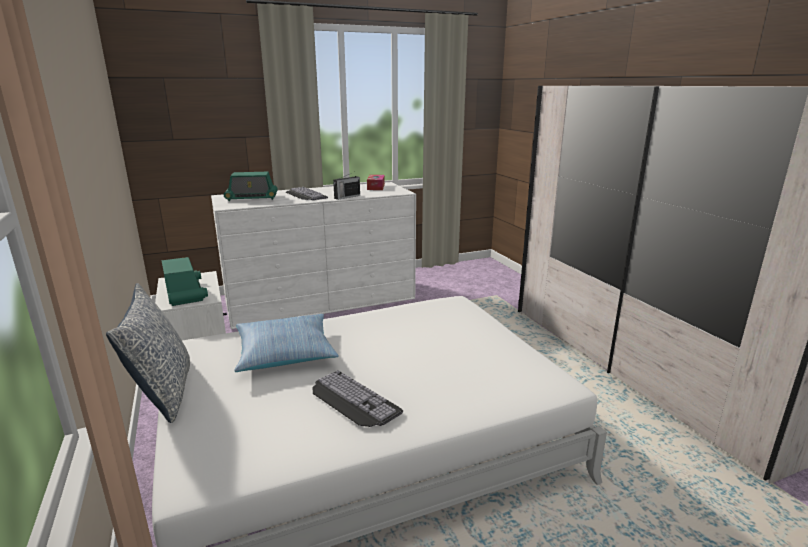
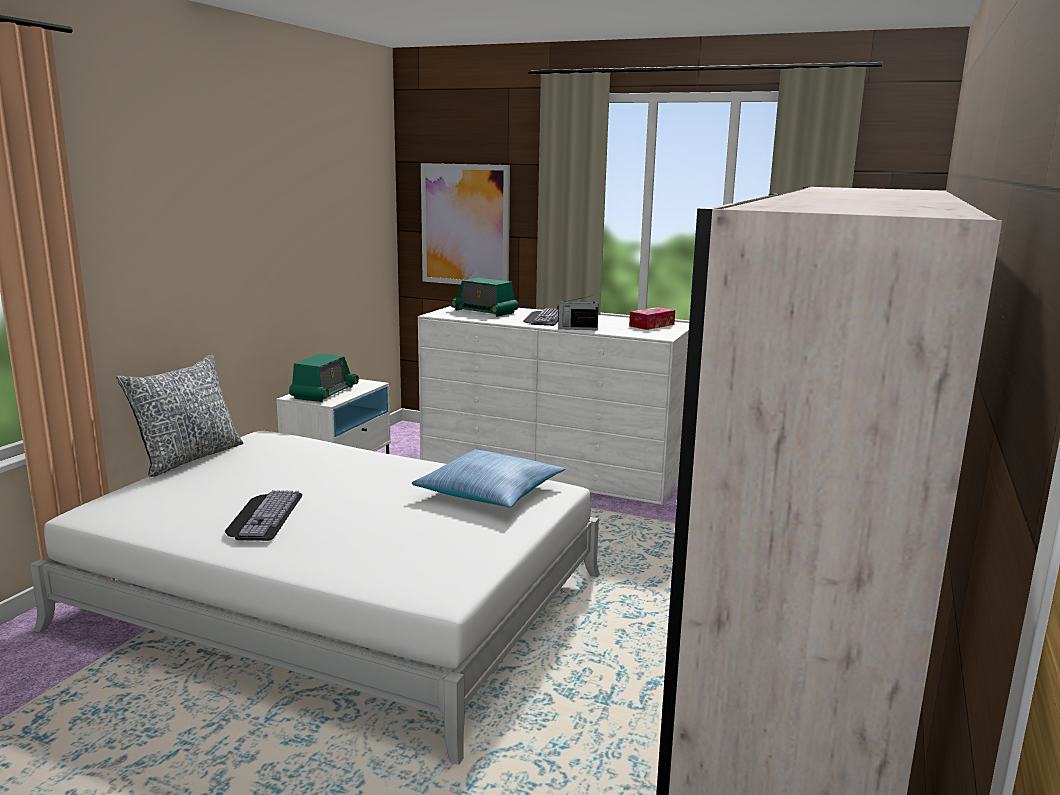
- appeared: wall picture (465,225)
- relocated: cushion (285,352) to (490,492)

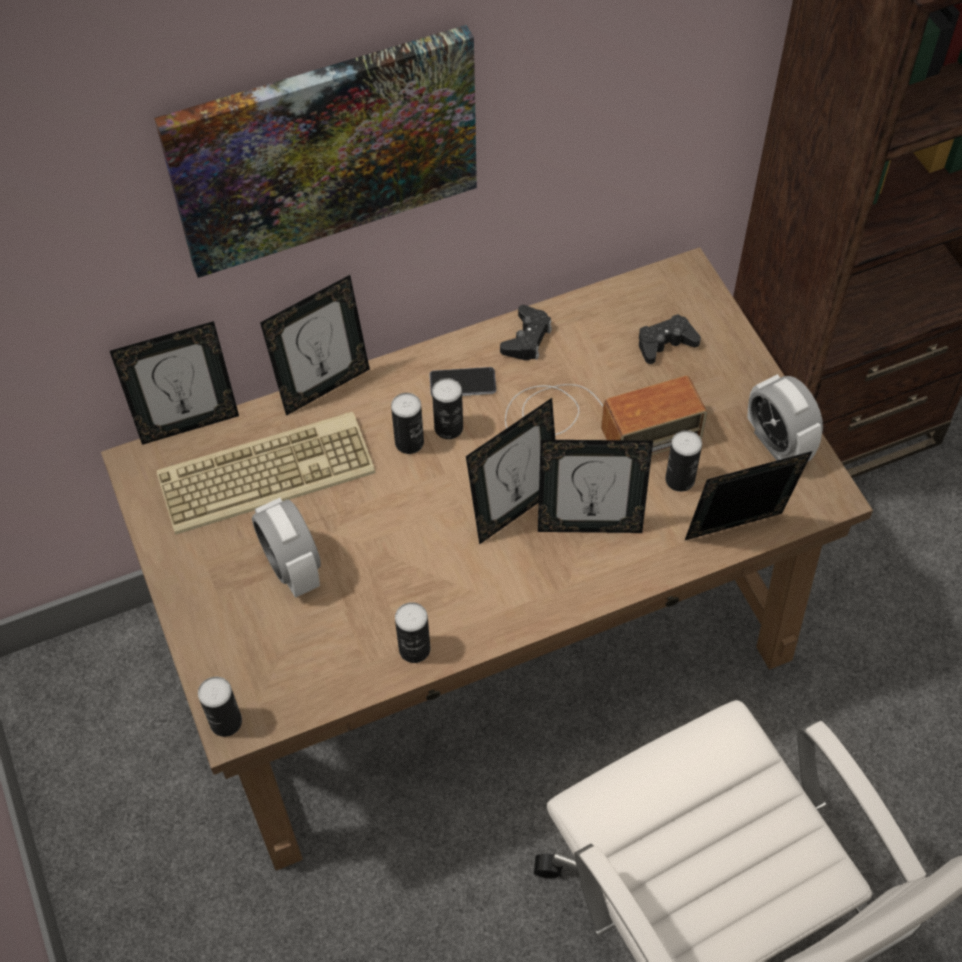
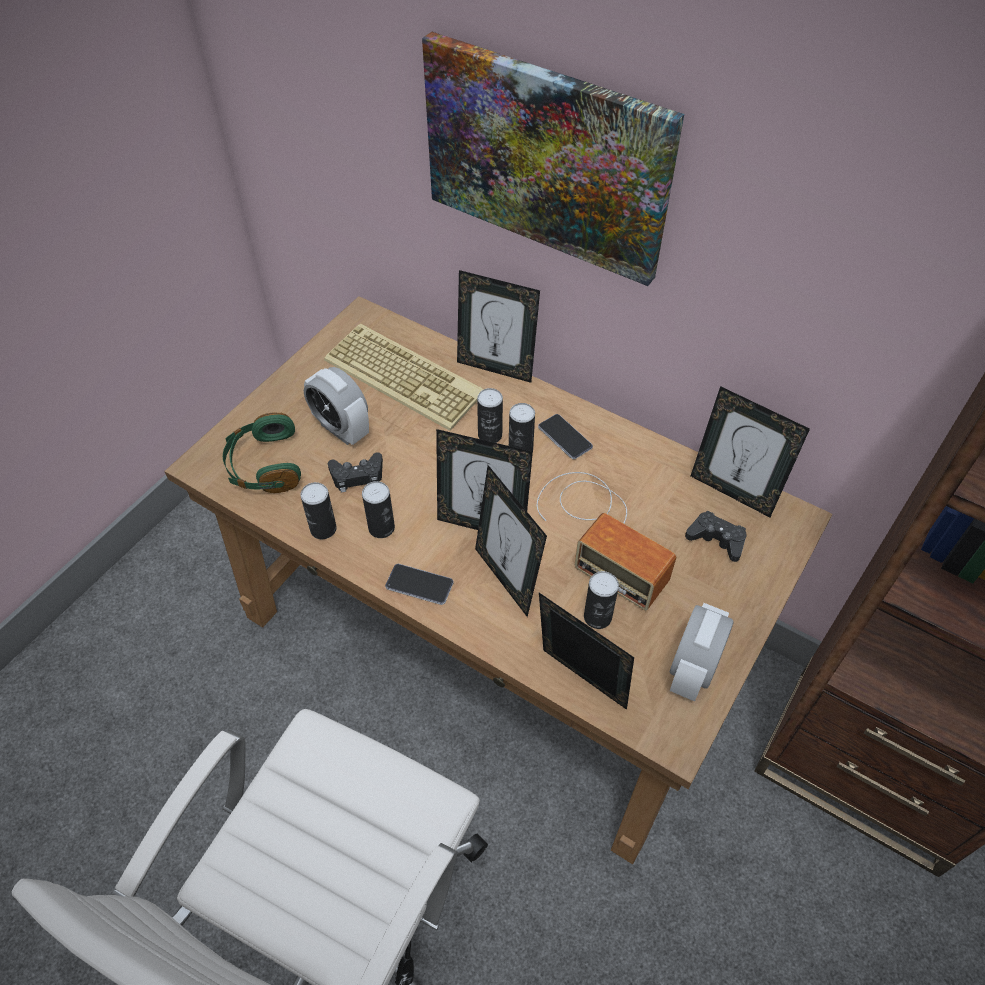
- appeared: green-coloured pair of headphones (264,465)
- appeared: telephone (419,585)
- relocated: standing frame (188,423) to (733,491)
- relocated: metal can (226,722) to (381,528)
- relocated: blackish game controller (527,338) to (357,476)
- spun: alarm clock (292,568) = (341,429) 75 degrees counterclockwise

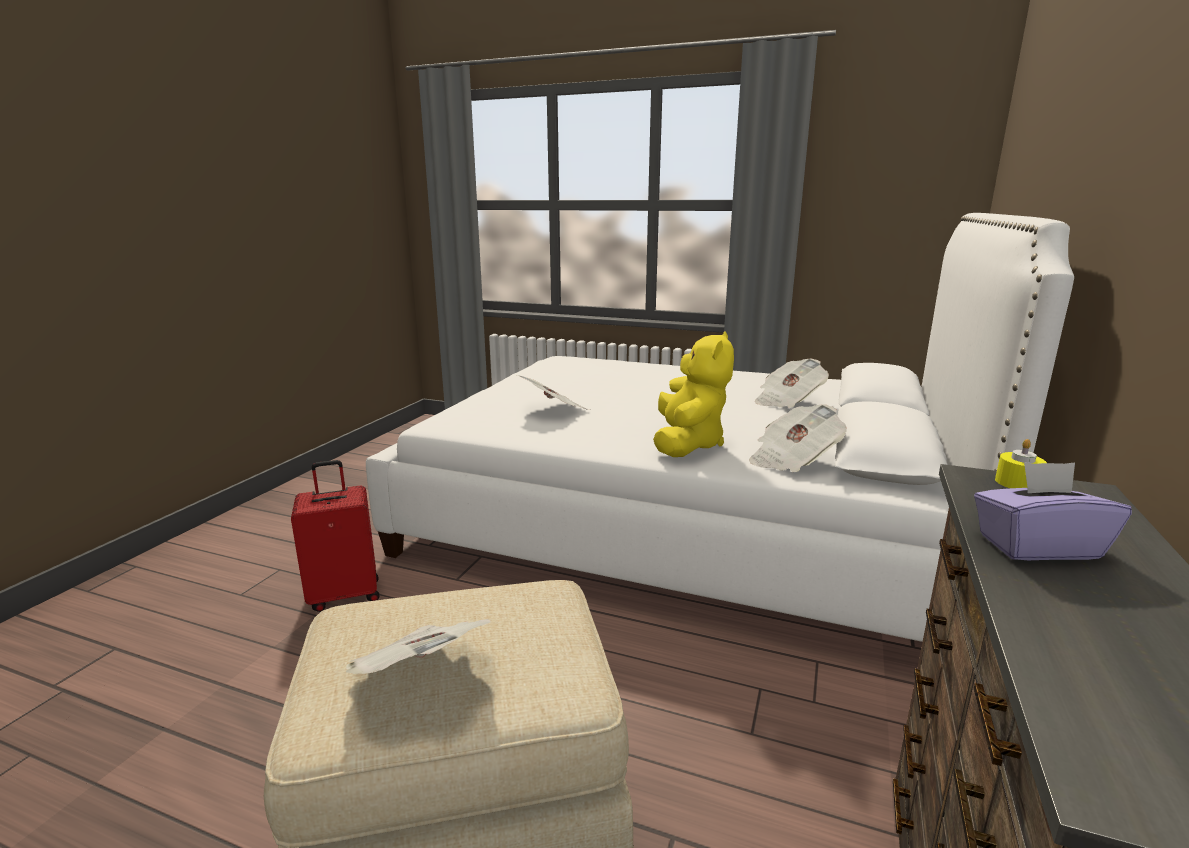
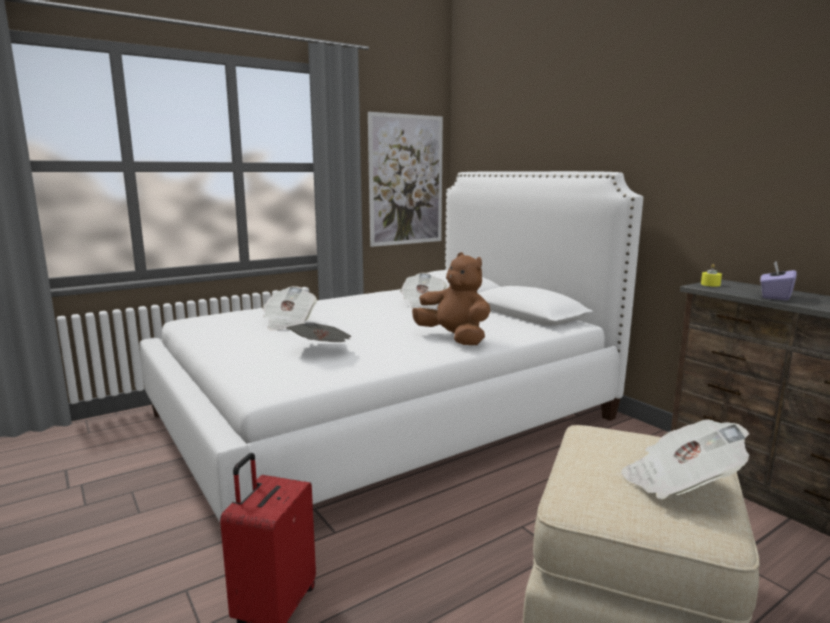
- appeared: wall picture (406,180)
- relocated: newspaper (792,460) to (288,323)
- colour: yellow-coloured soft toy (687,444) to brown soft toy (454,338)

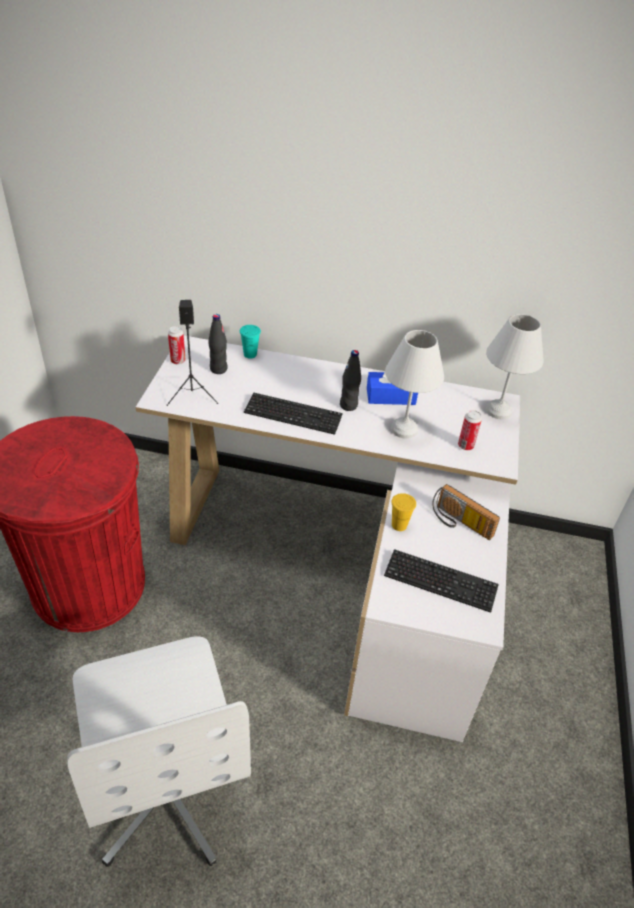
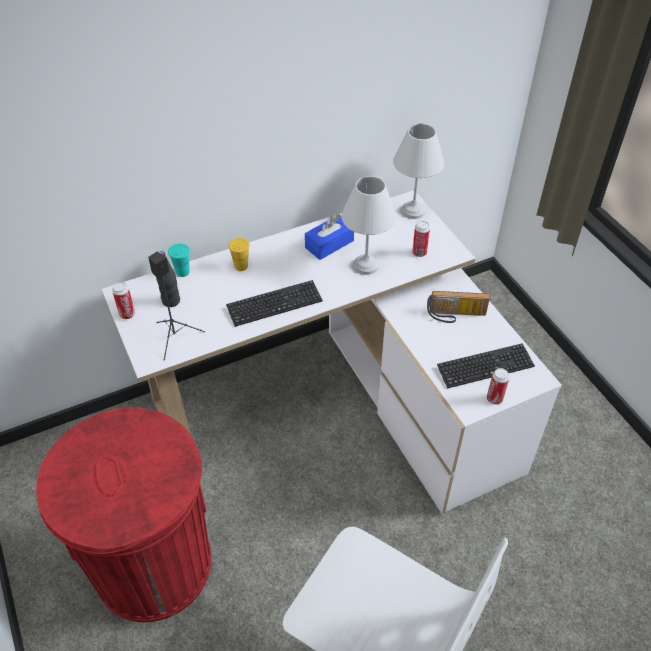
- missing: blackish bottle (348,405)
- appeared: metal can (494,399)
- relocated: yellow-coloured cup (399,525) to (241,266)

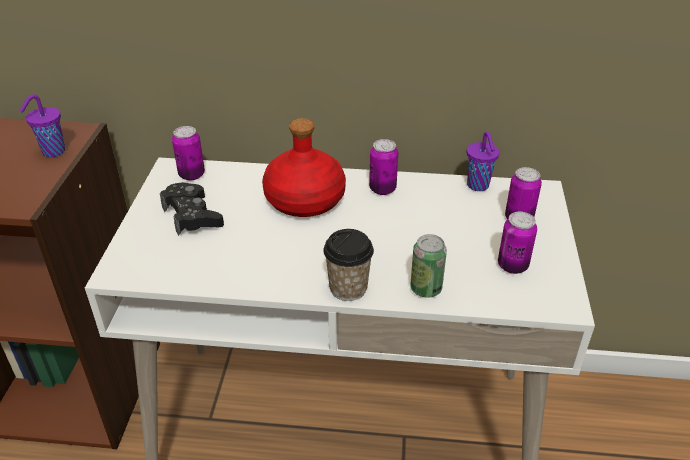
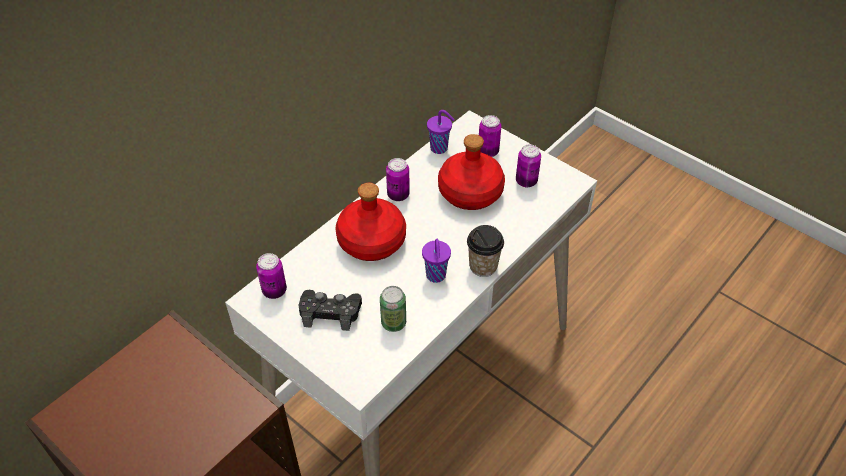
- appeared: red bottle (471,193)
- relocated: purple-coloured cup (52,152) to (436,276)
- relocated: metal can (426,288) to (393,323)

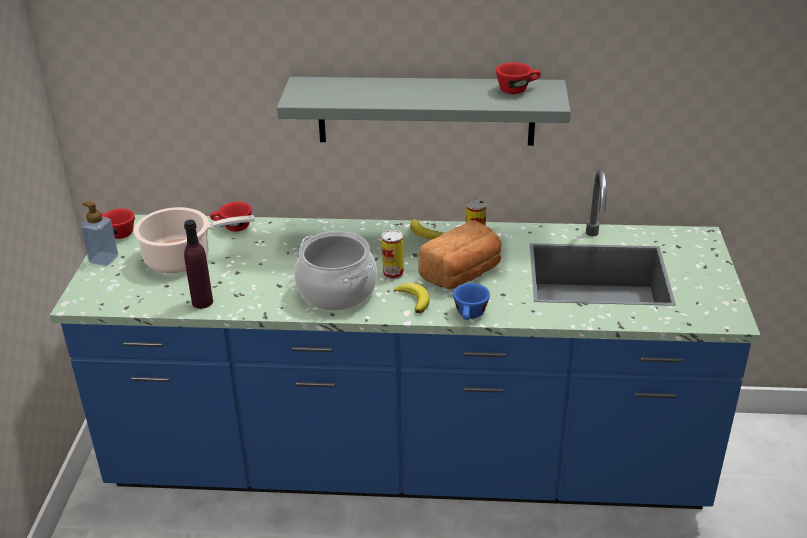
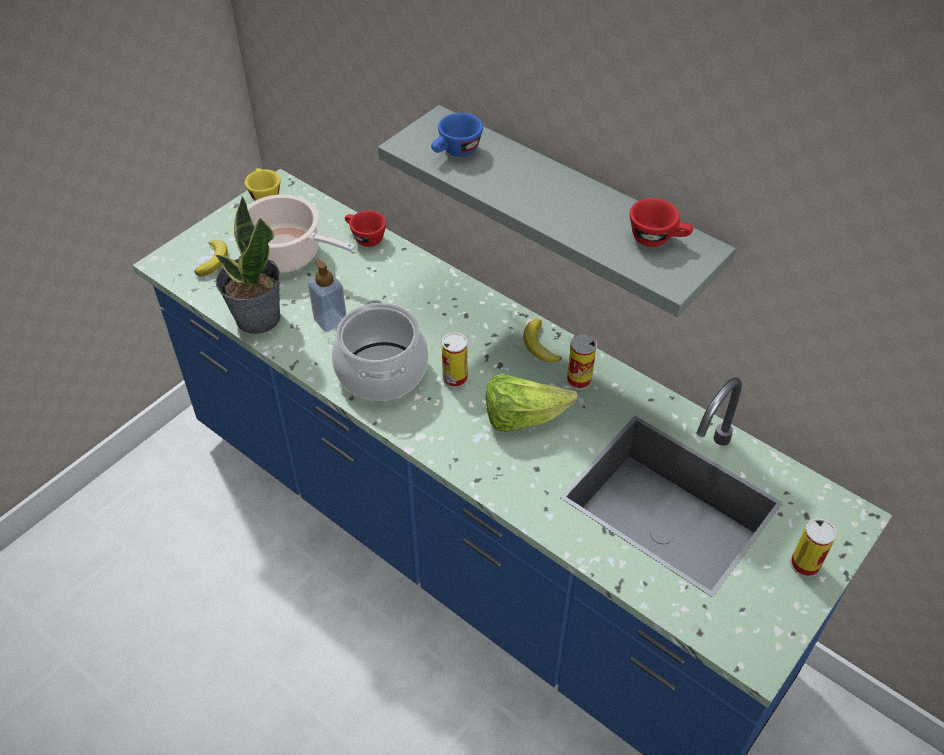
- appeared: metal can (804,564)
- relocated: liquid soap bottle (103,259) to (330,320)
- relocated: whole banana (414,299) to (213,260)
- relocated: blue cup (470,315) to (456,152)
- exchanged: purple-coloured bottle (202,302) to potted plant (257,318)
- exchanged: bakery bread (463,274) to lettuce (522,418)
- colour: red cup (117,233) to yellow-coloured cup (264,194)

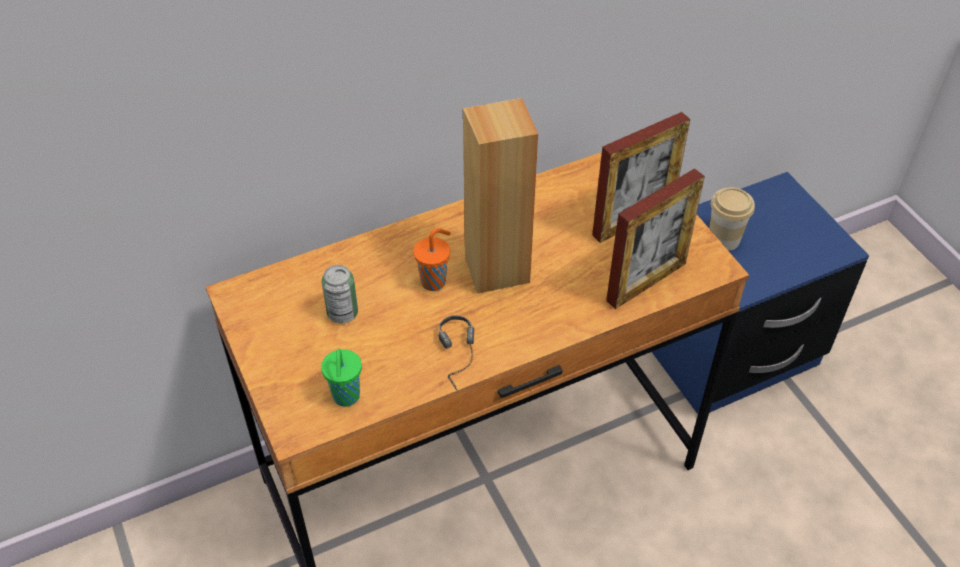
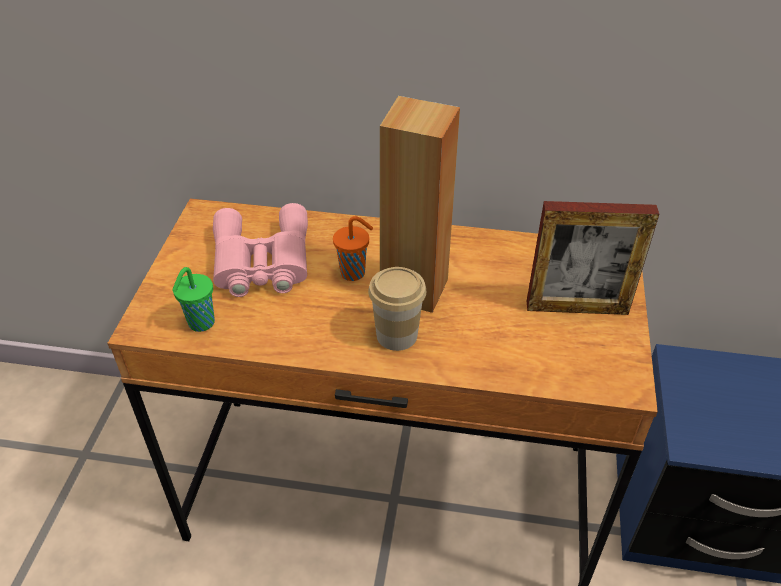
- missing: pair of headphones (461,361)
- missing: standing frame (646,282)
- relocated: cup (724,239) to (397,335)
- exchanged: metal can (342,313) to pinkish field glasses (261,262)

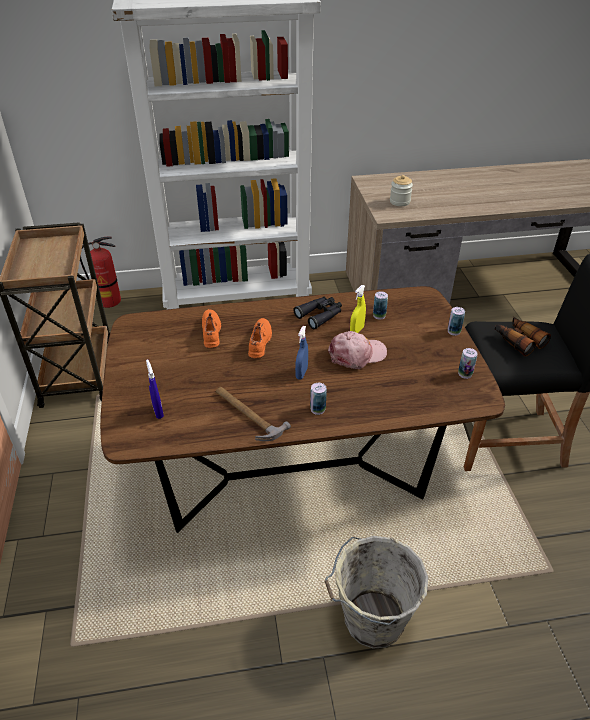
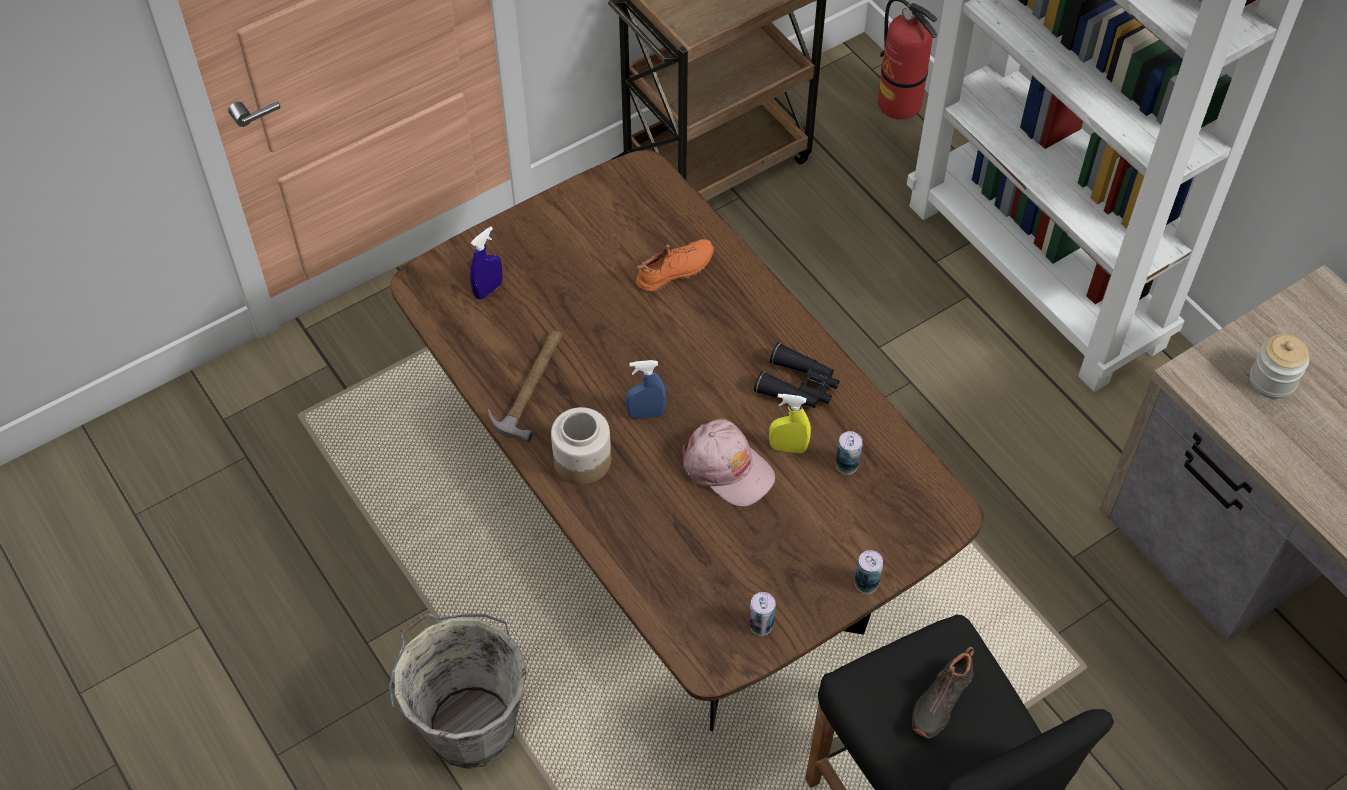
- missing: orangey shoe (261,342)
- exchanged: metal can (317,409) to jar (581,461)
- exchanged: field glasses (518,340) to blackish shoe (939,699)

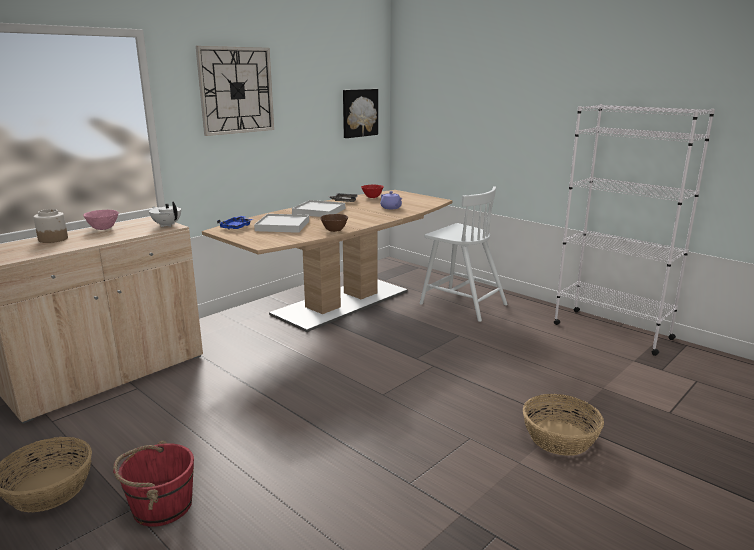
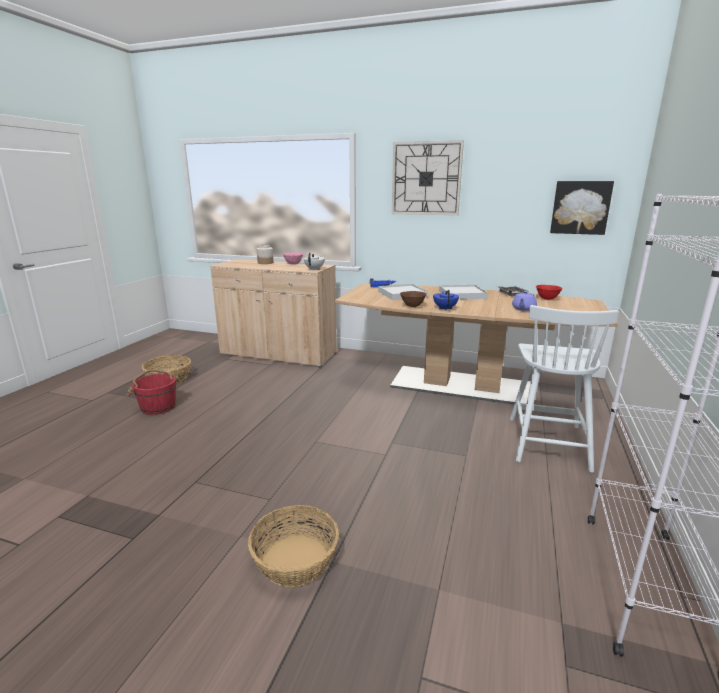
- appeared: blue tea pot (445,308)

